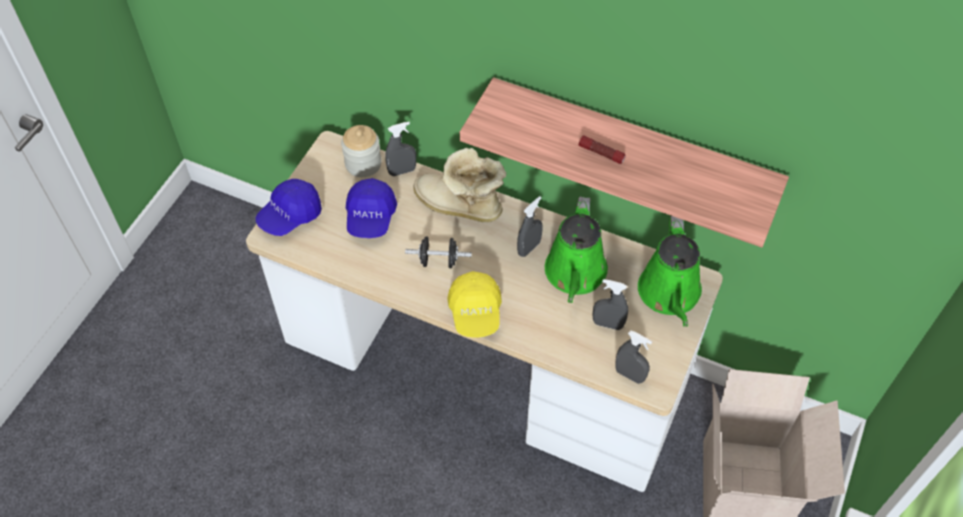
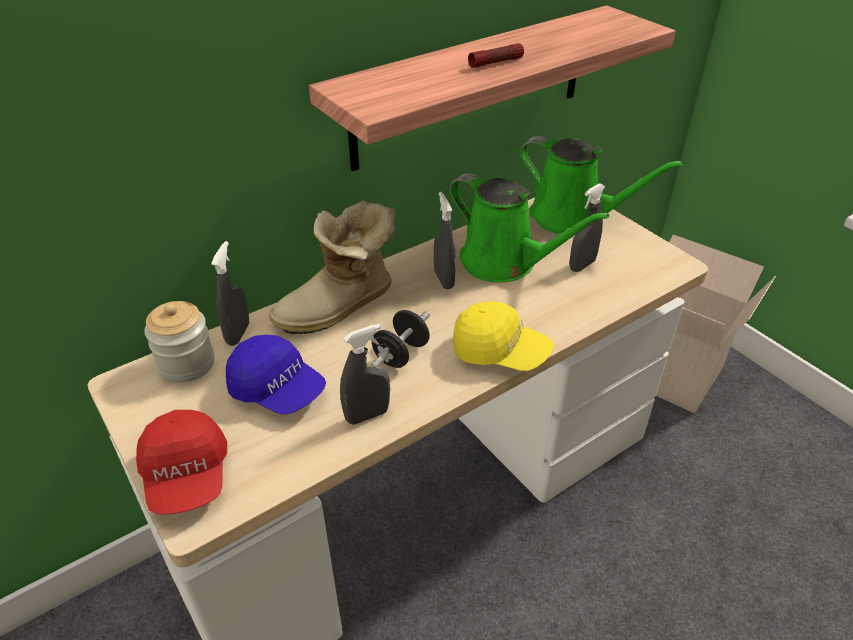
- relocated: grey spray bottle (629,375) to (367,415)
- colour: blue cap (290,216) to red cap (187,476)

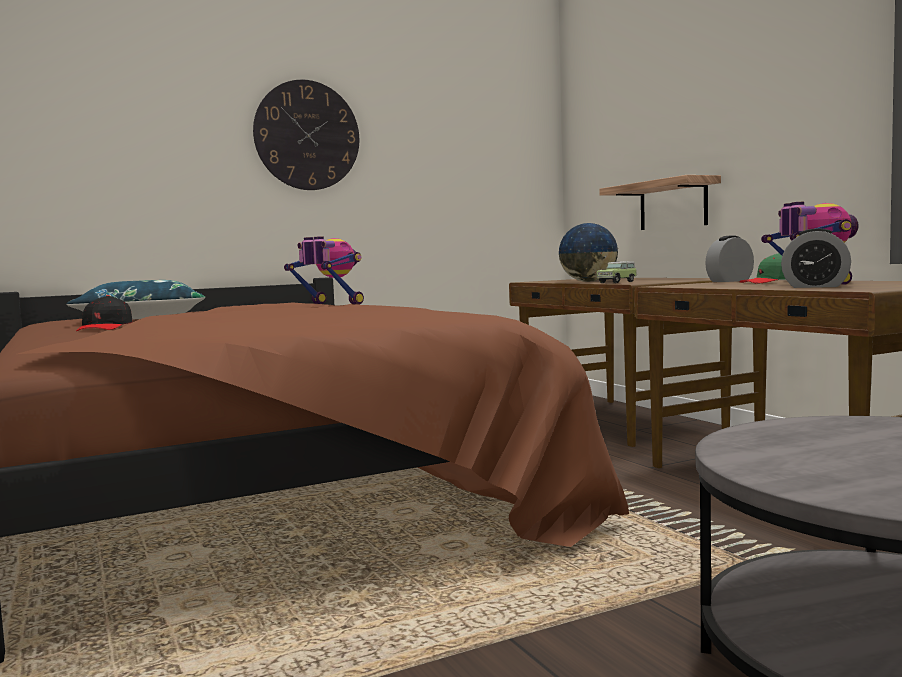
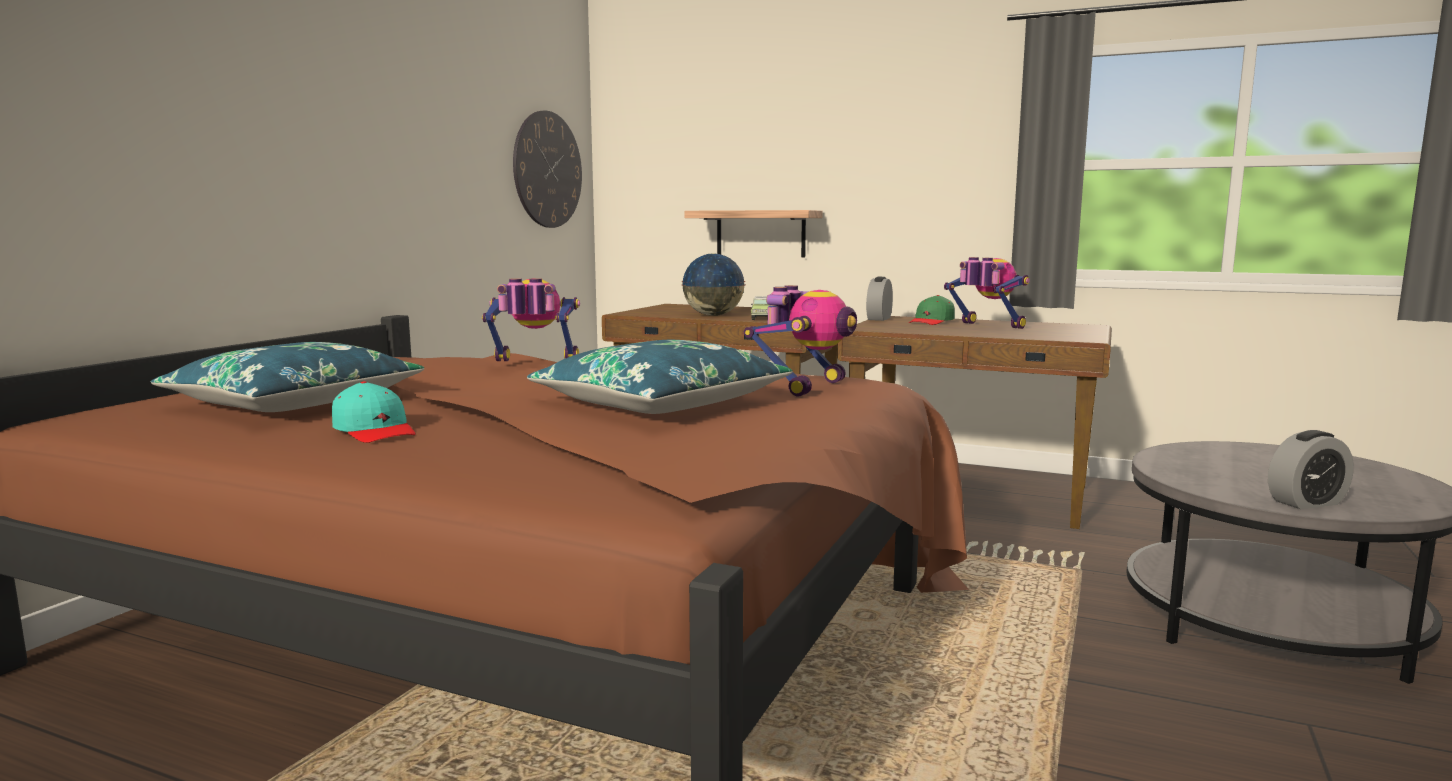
- appeared: blue cushion (661,404)
- appeared: model robot (805,387)
- relocated: hanging clock (307,135) to (547,170)
- relocated: alarm clock (814,287) to (1306,502)
- colour: blackish cap (105,328) to turquoise cap (375,431)

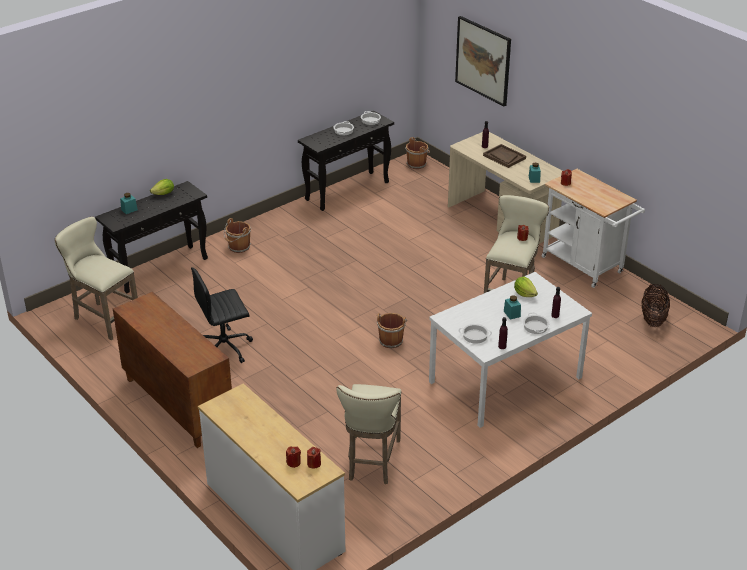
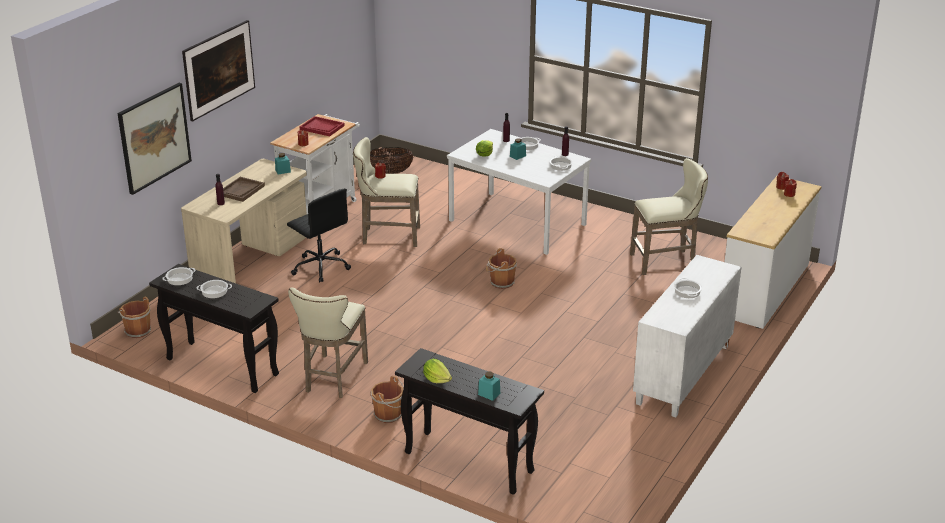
- appeared: wall picture (220,86)
- appeared: red tray (322,127)
- appeared: cooking pot (687,291)
- relocated: beige-coloured stool (103,318) to (333,379)
- relocated: blackish computer chair (225,347) to (320,267)
- colour: brown cabinet (177,404) to white cabinet (683,375)

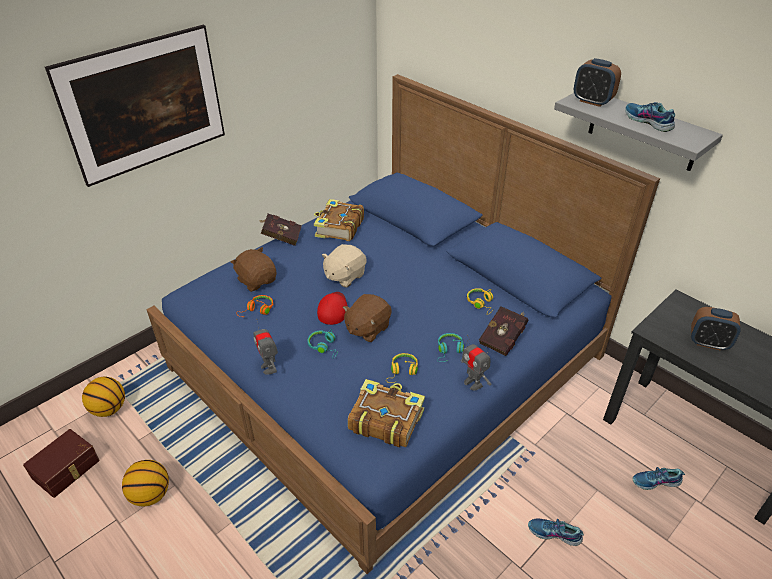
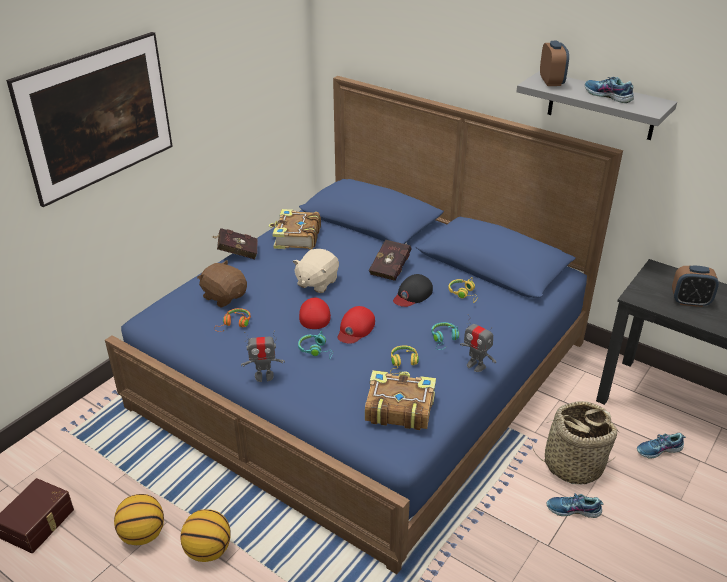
- appeared: blackish cap (412,294)
- appeared: basket (573,464)
- relocated: ball for basketball (109,409) to (208,550)
- relocated: red book (503,339) to (391,269)
- exchanged: brown soft toy (367,328) to red cap (355,328)
- spun: model robot (269,367) = (264,376) 60 degrees counterclockwise
- spun: alarm clock (592,101) = (551,82) 120 degrees counterclockwise

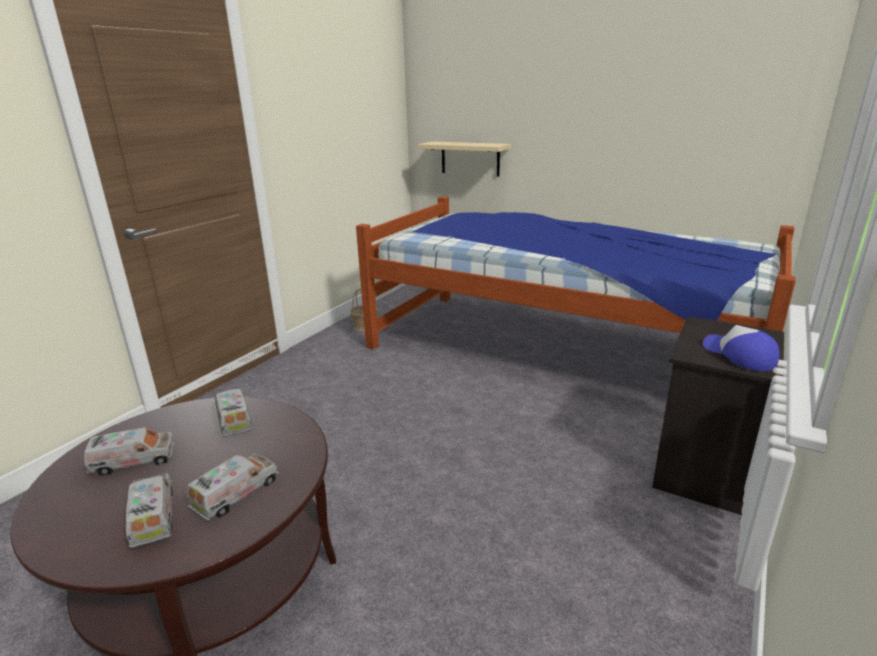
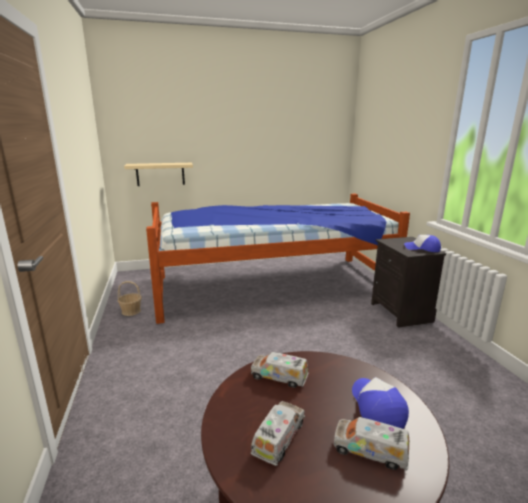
- exchanged: toy truck (236,494) to cap (376,407)

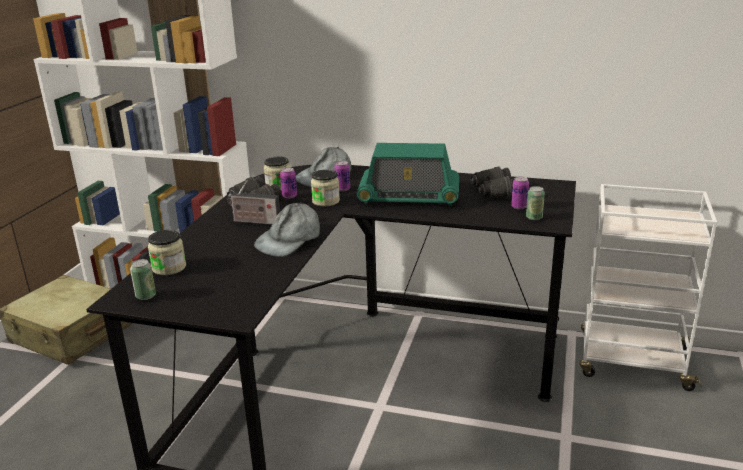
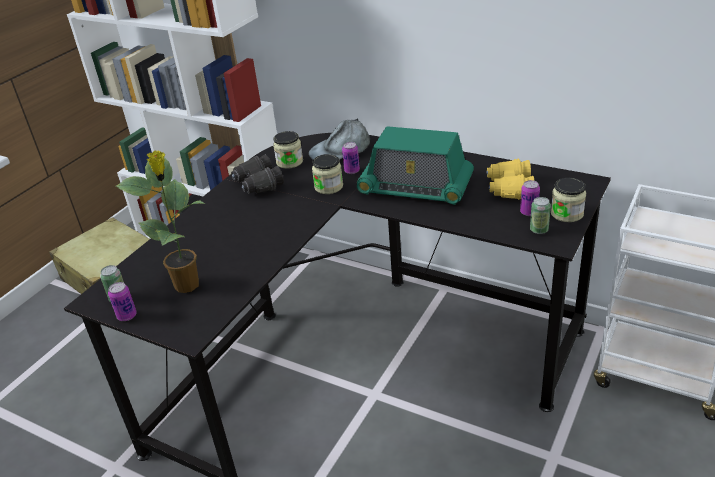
- missing: radio receiver (254,221)
- missing: grey cap (289,239)
- appeared: potted plant (188,285)
- relocated: jar (169,268) to (567,213)
- relocated: metal can (289,196) to (127,316)
- colour: blackish field glasses (493,193) to yellow-coloured field glasses (509,188)

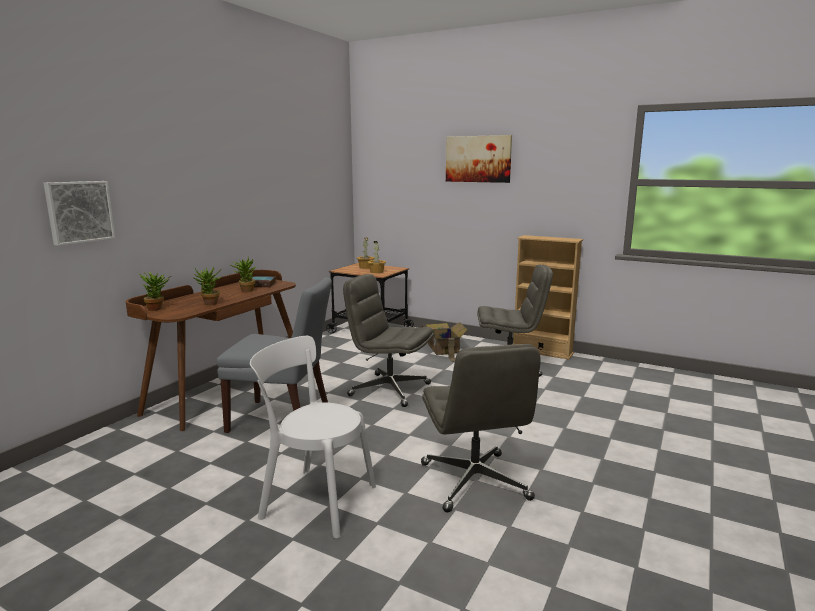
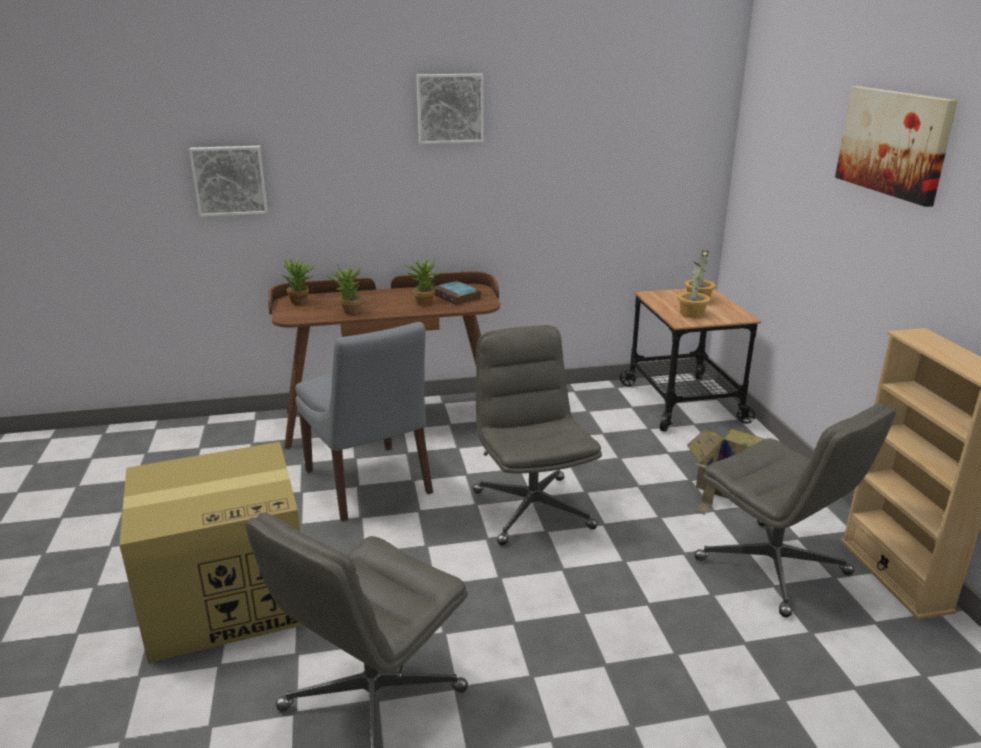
- appeared: wall picture (450,108)
- exchanged: white upright chair (314,499) to carton (230,597)

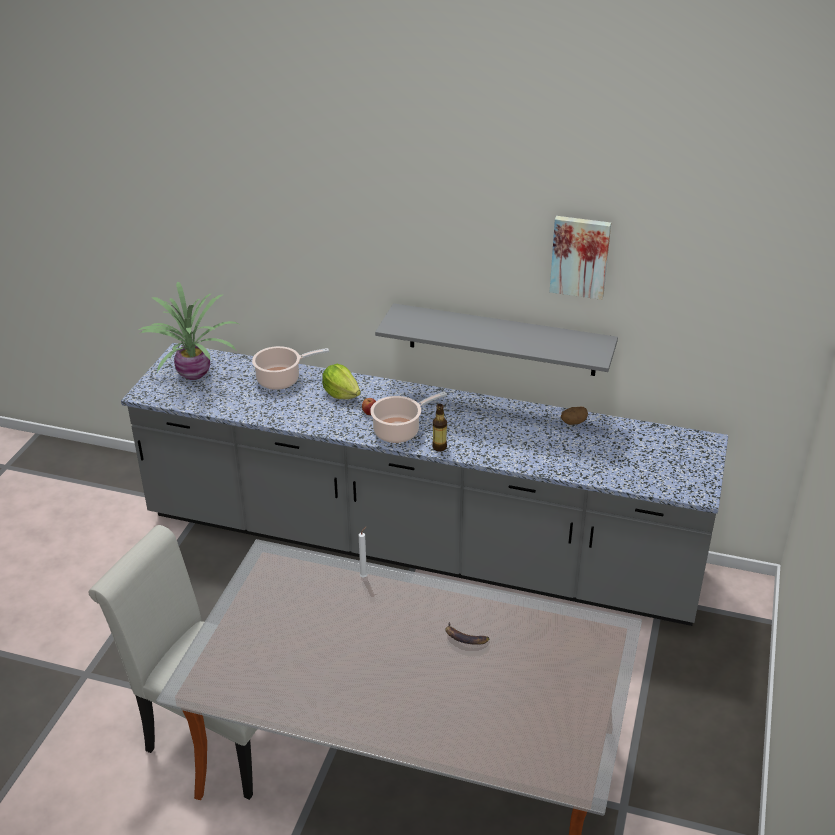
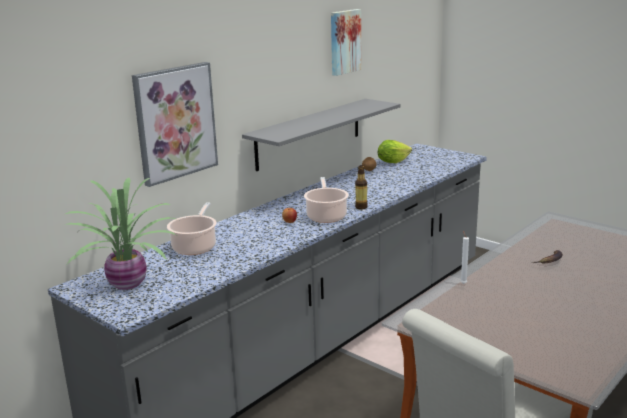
- appeared: wall picture (175,122)
- relocated: lettuce (341,394) to (392,162)

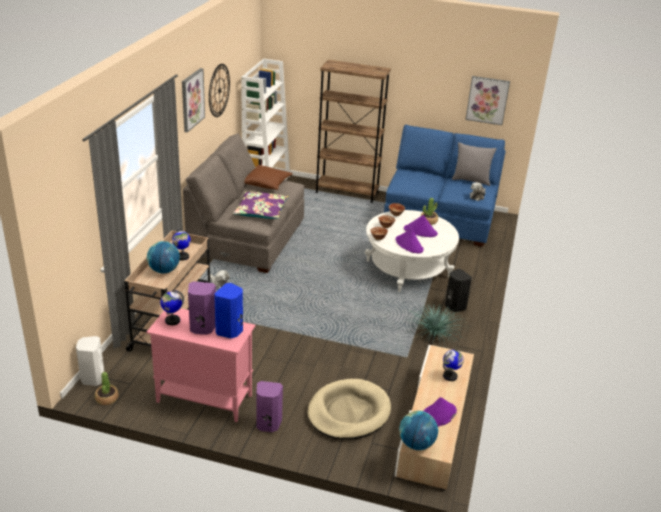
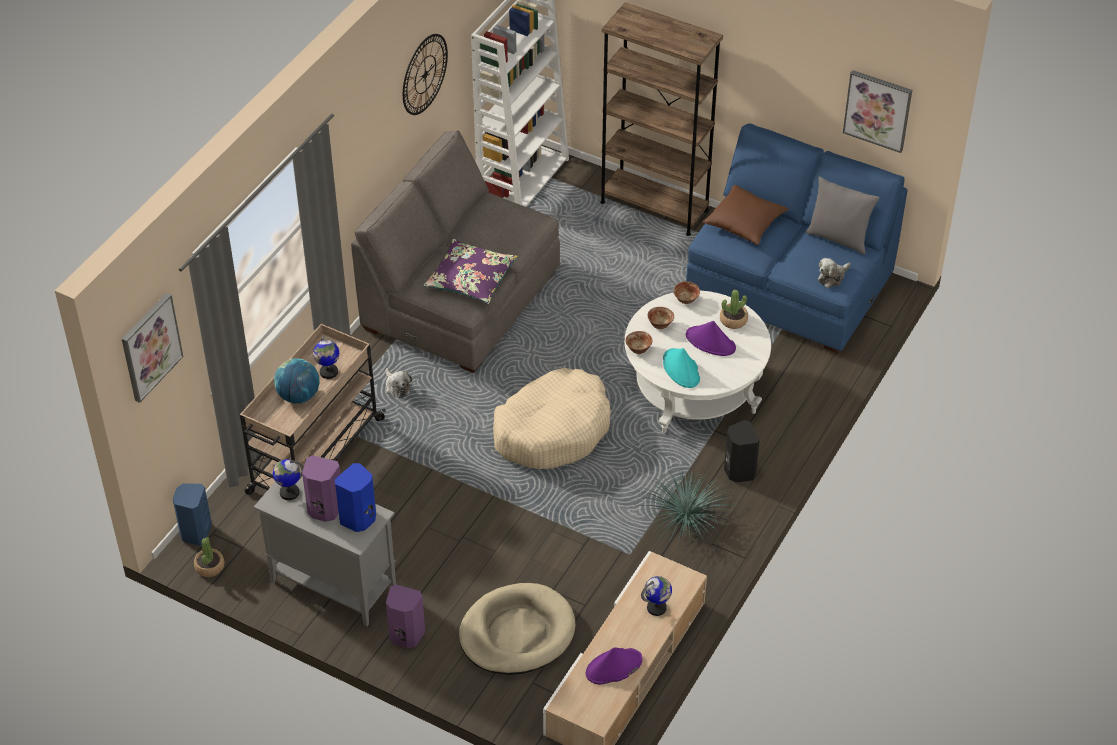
- missing: globe (416,444)
- appeared: beige-coloured dog cushion (552,430)
- relocated: wall picture (192,99) to (150,346)
- relocated: brown cushion (267,184) to (744,223)
- colour: white loudspeaker (92,378) to blue loudspeaker (195,533)
- colour: pinkish cabinet (203,398) to grey cabinet (332,584)
- colour: purple-coloured clothing hat (409,245) to turquoise clothing hat (681,369)

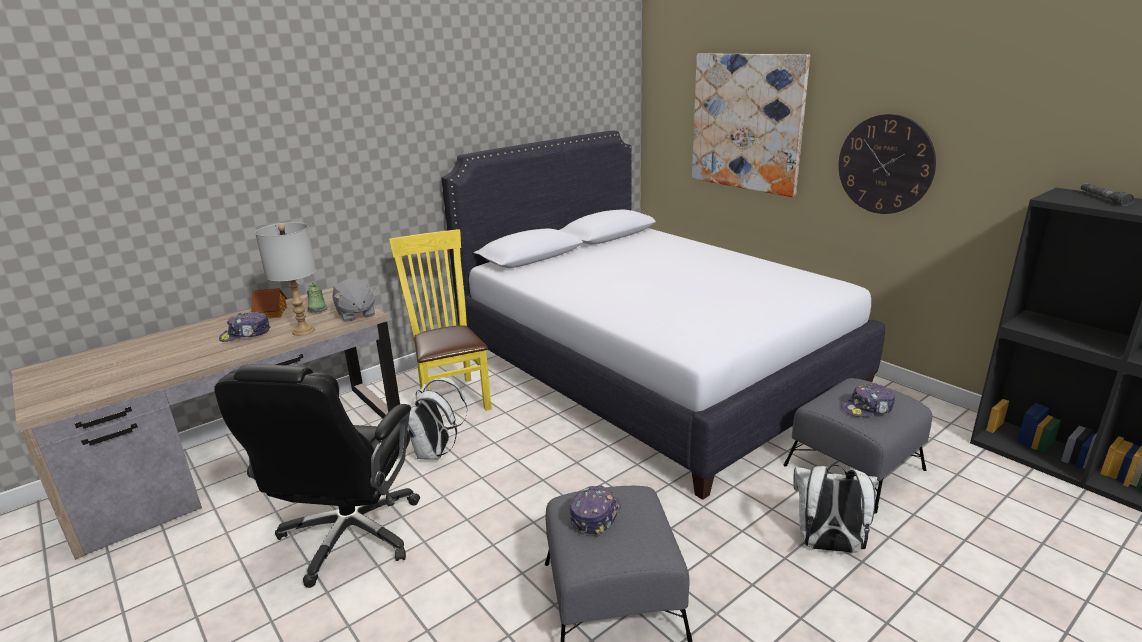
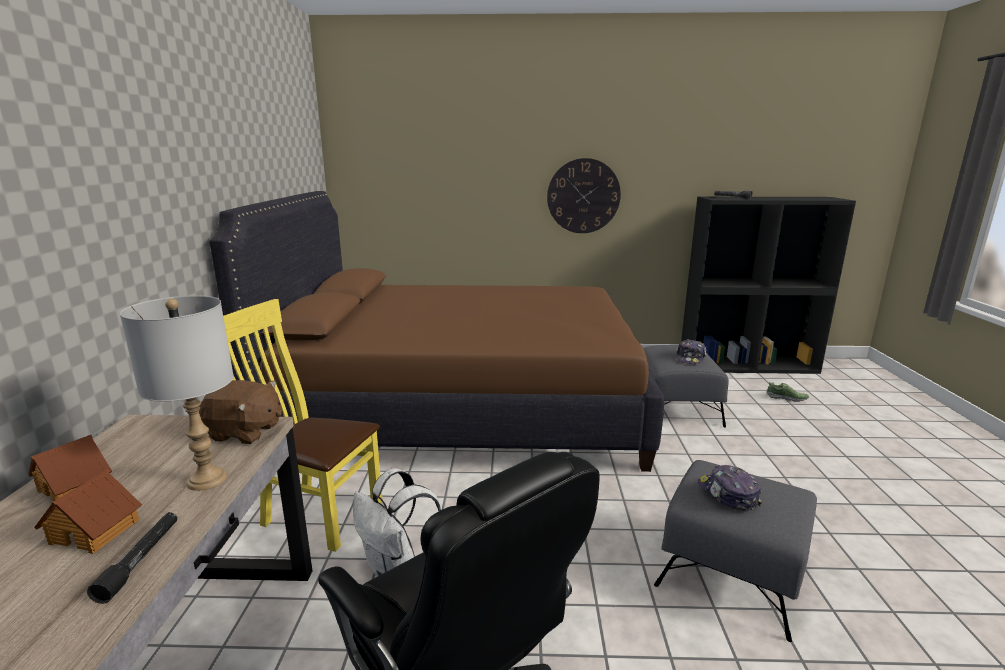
- missing: wall picture (746,122)
- missing: white backpack (827,546)
- appeared: blackish flashlight (141,560)
- relocated: shoe (316,307) to (786,398)
- exchanged: cap (246,334) to model house (96,530)
- colour: grey soft toy (356,314) to brown soft toy (245,432)
- colour: white bed (651,370) to brown bed (463,406)

